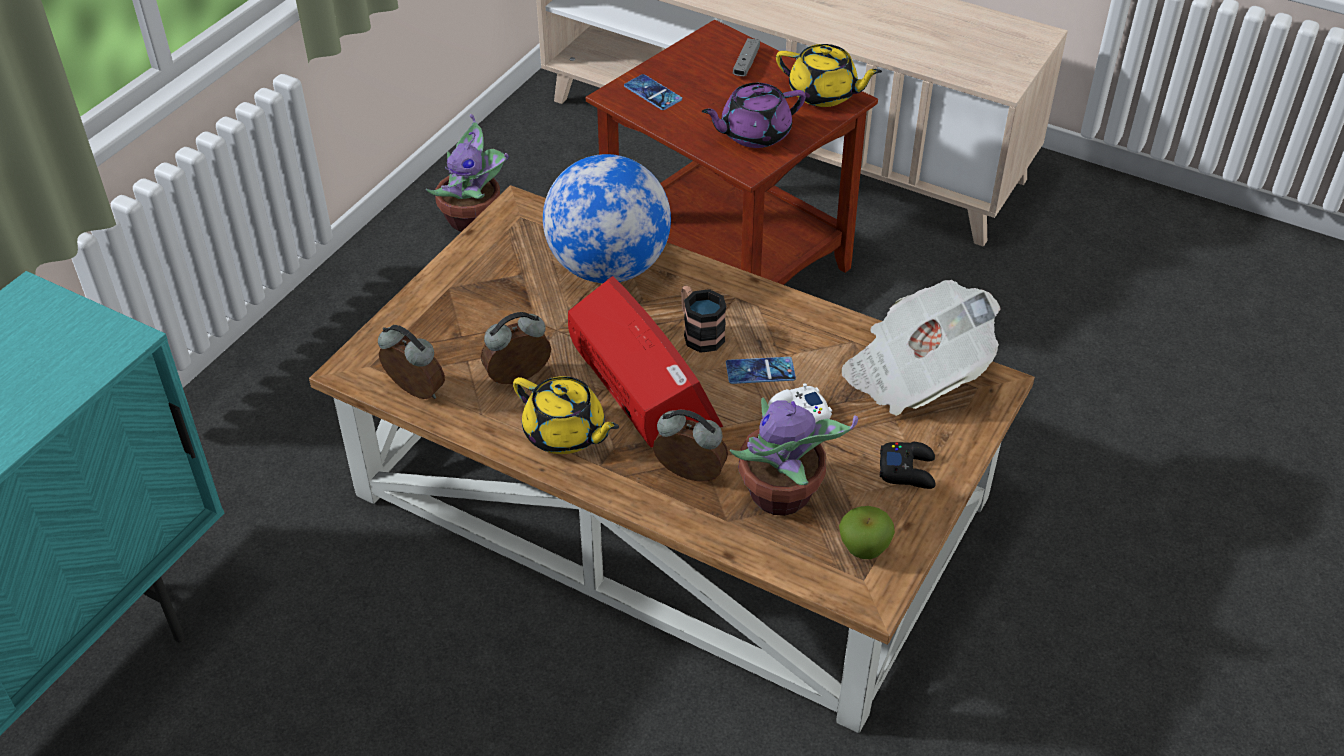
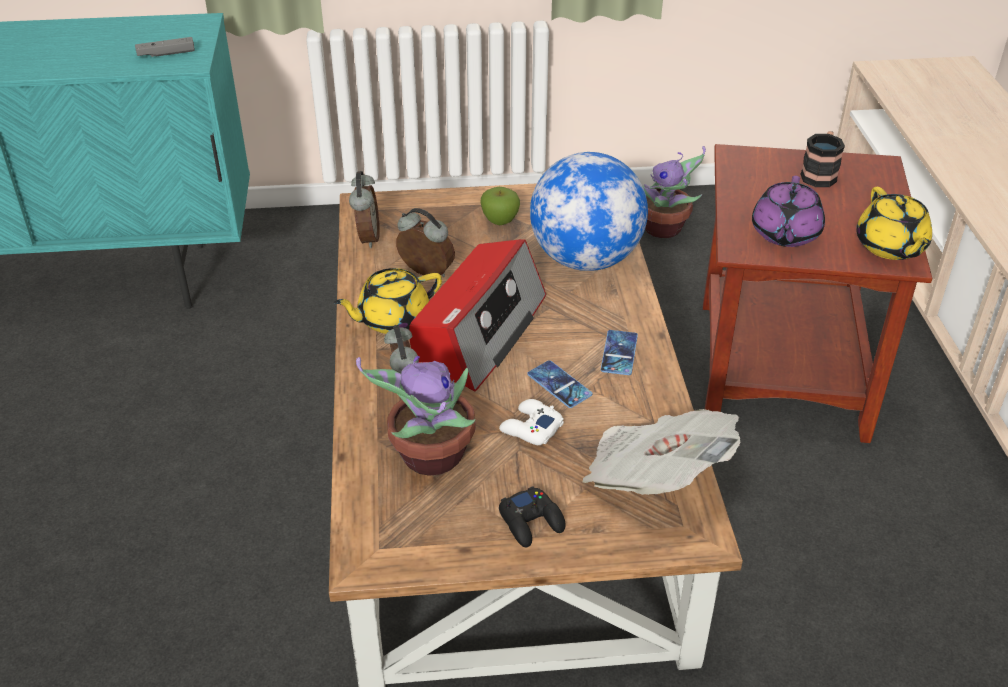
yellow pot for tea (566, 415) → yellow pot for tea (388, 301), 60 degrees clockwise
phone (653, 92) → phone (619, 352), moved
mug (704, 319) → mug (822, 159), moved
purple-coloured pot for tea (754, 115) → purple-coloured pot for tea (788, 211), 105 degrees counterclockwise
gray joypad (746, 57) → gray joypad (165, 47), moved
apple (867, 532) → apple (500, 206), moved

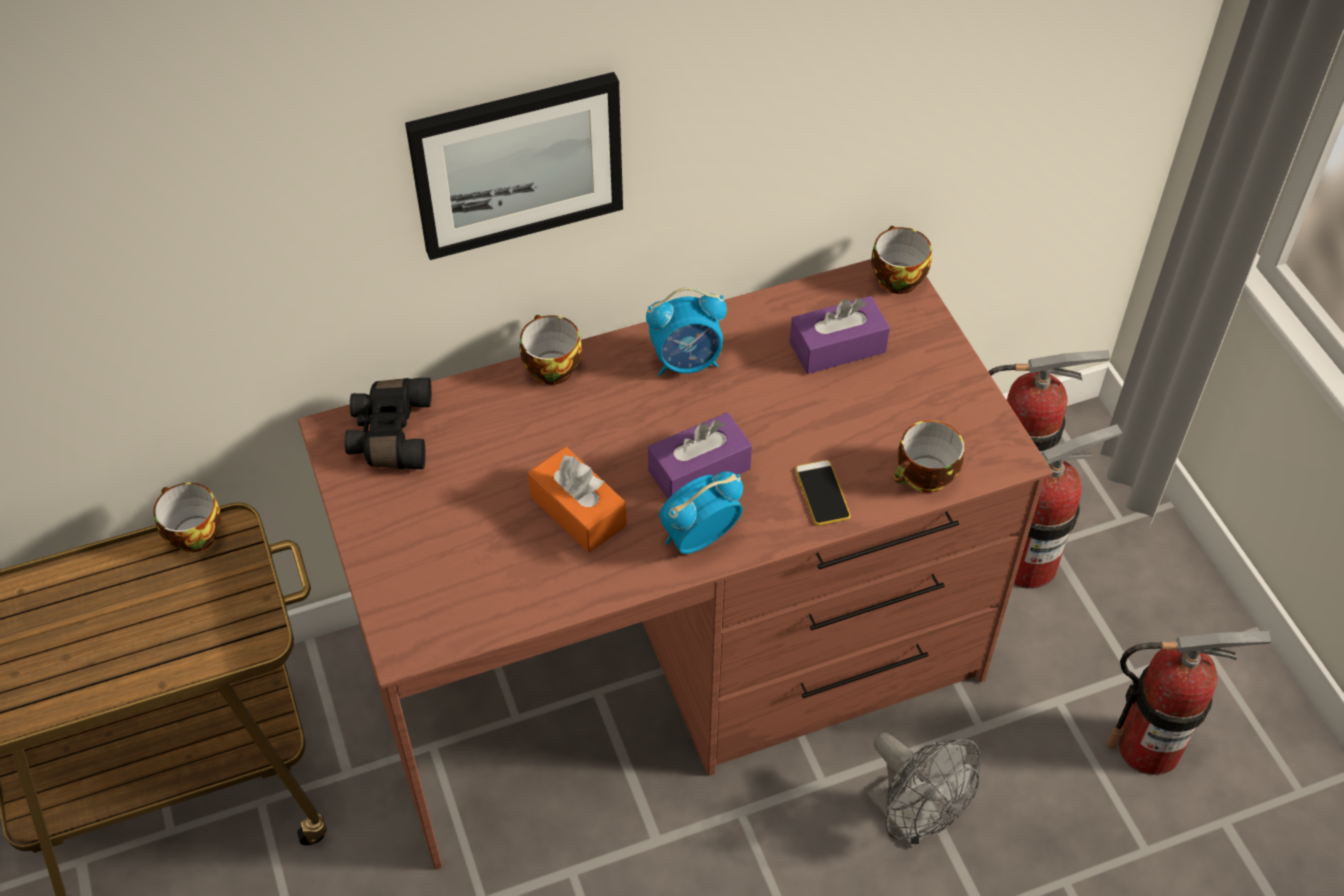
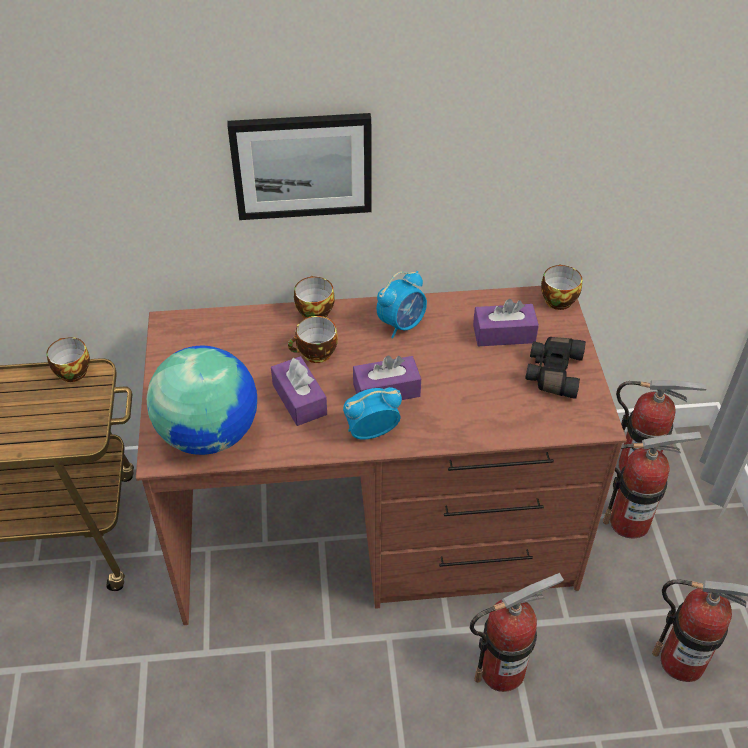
black binoculars (388, 423) → black binoculars (555, 368), moved
orange box of tissues (577, 499) → purple-coloured box of tissues (299, 391)
alarm clock (686, 331) → alarm clock (402, 305), 45 degrees counterclockwise
phone (823, 493) → -
gray fan (923, 790) → extinguisher (517, 632)
cup (929, 456) → cup (313, 339), moved
- → desk globe (202, 400)

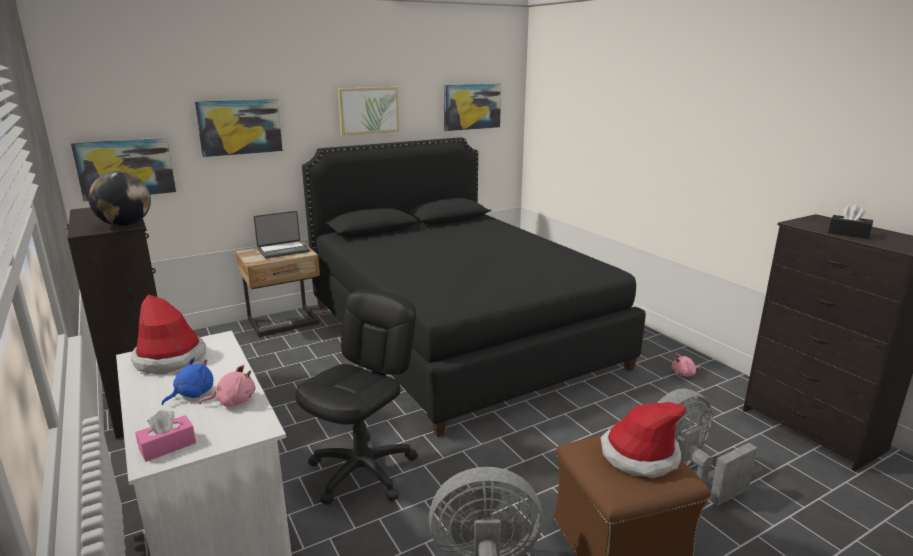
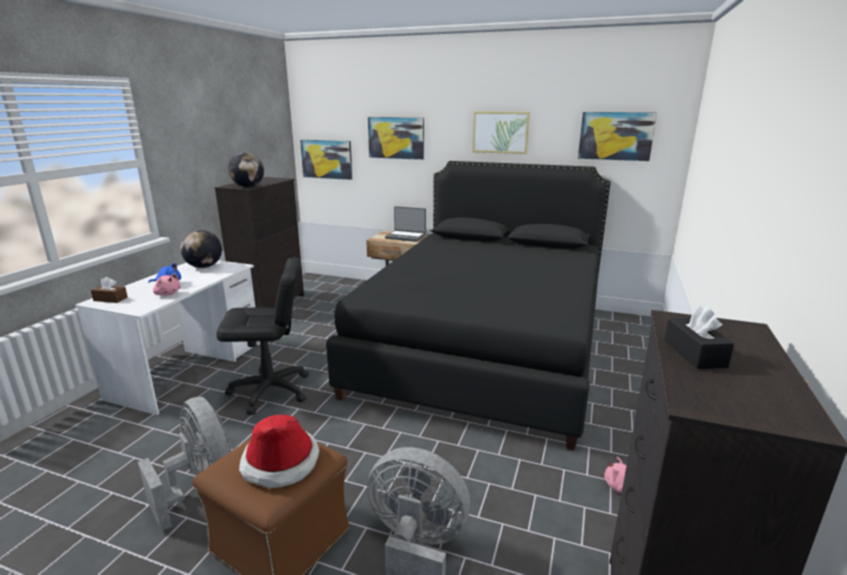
clothing hat (168, 334) → desk globe (201, 249)
pink-coloured box of tissues (165, 436) → brown-coloured box of tissues (109, 290)

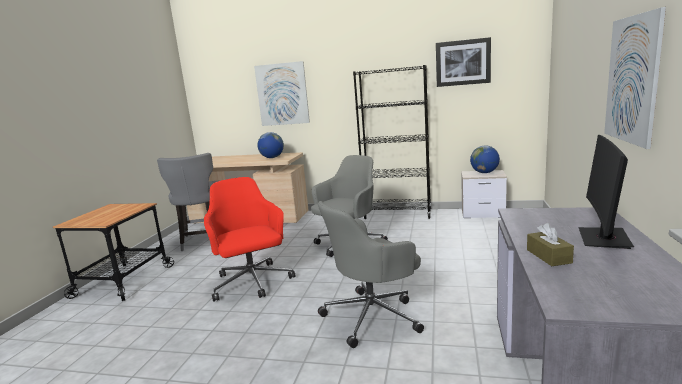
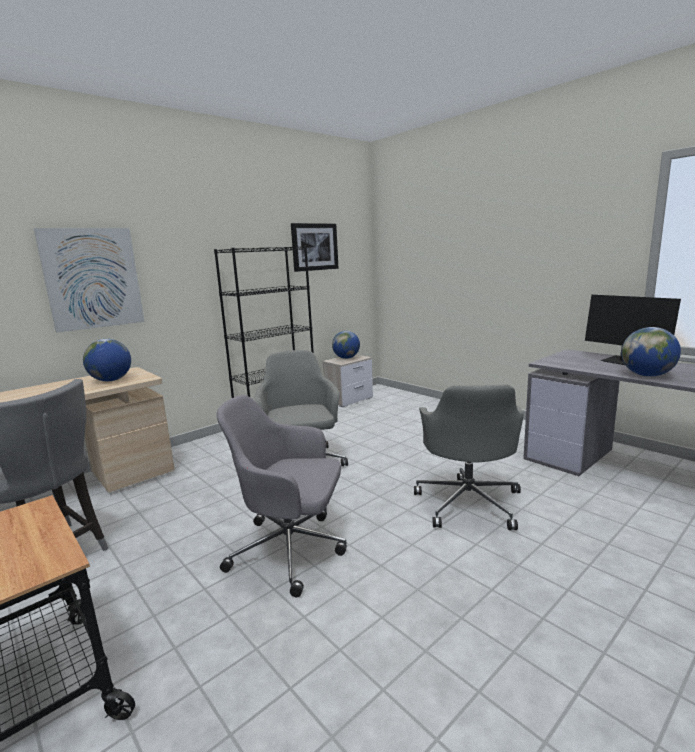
red-coloured computer chair (249, 239) → gray computer chair (282, 496)
brown-coloured box of tissues (550, 244) → desk globe (651, 352)
picture (635, 78) → -

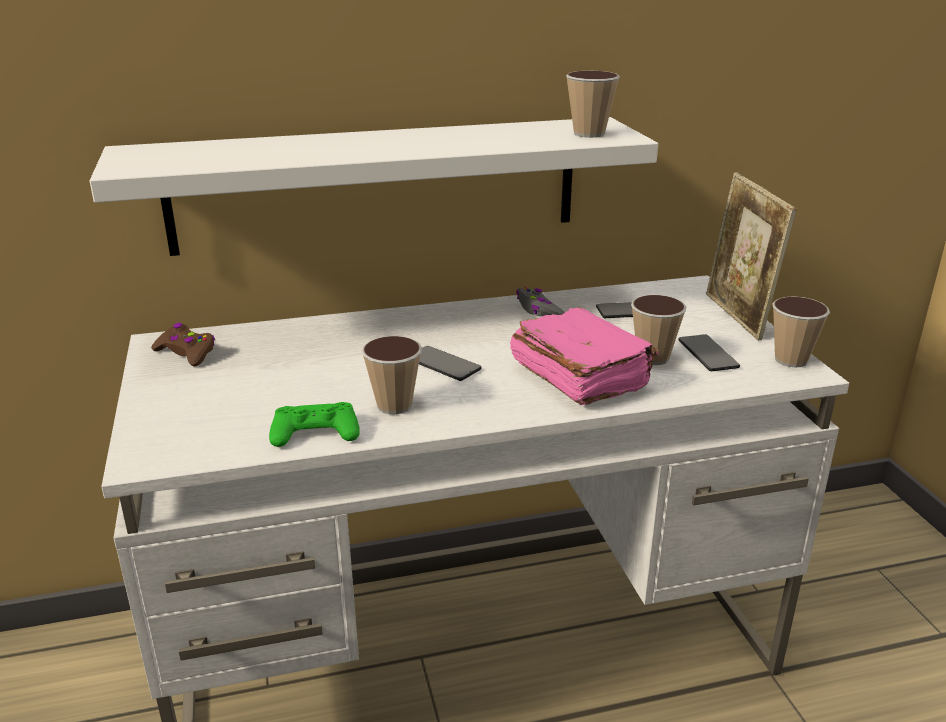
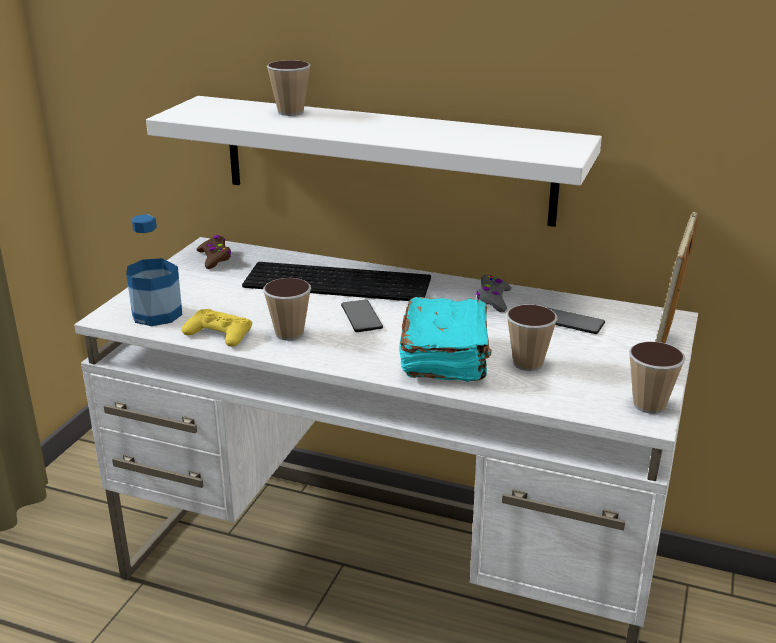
green-coloured joypad (314, 424) → yellow joypad (216, 328)
pink-coloured book (584, 356) → turquoise-coloured book (445, 339)
cup (593, 104) → cup (289, 88), moved
phone (709, 352) → -
- → bottle (154, 270)
- → PC keyboard (336, 281)

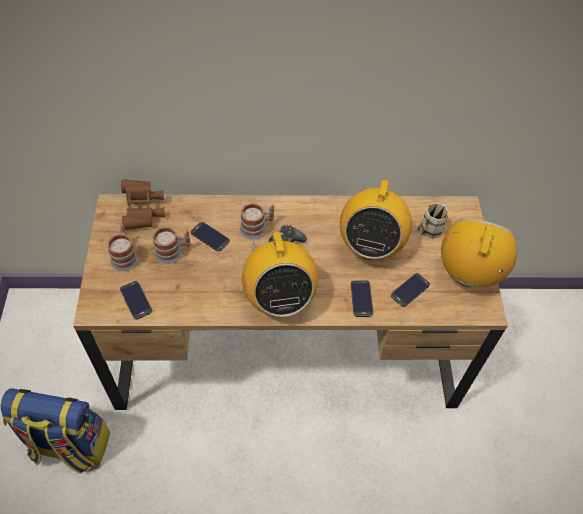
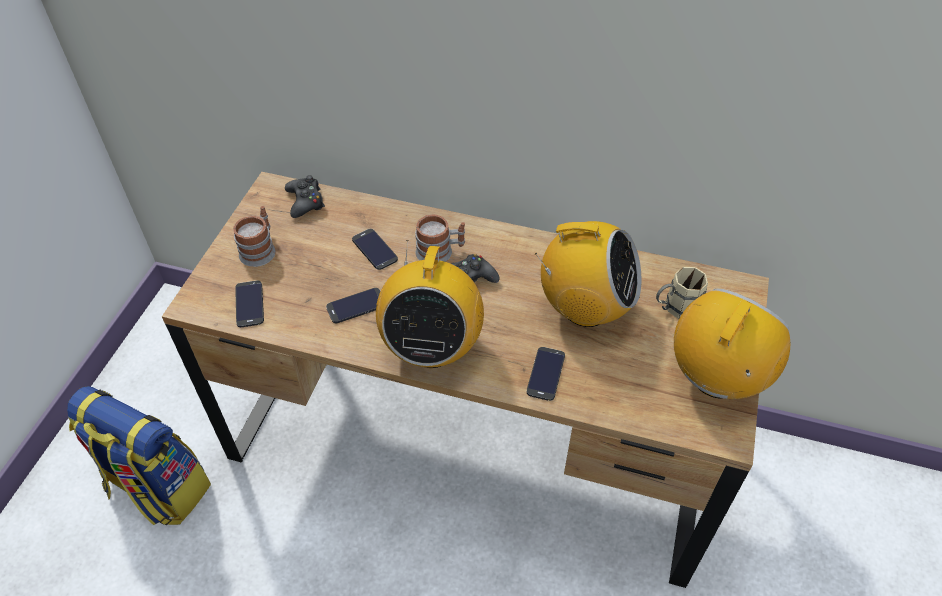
brown-coloured binoculars (143, 204) → black joypad (305, 196)
mug (171, 245) → -
radio (376, 218) → radio (588, 274), 105 degrees counterclockwise
phone (410, 290) → phone (353, 305), moved

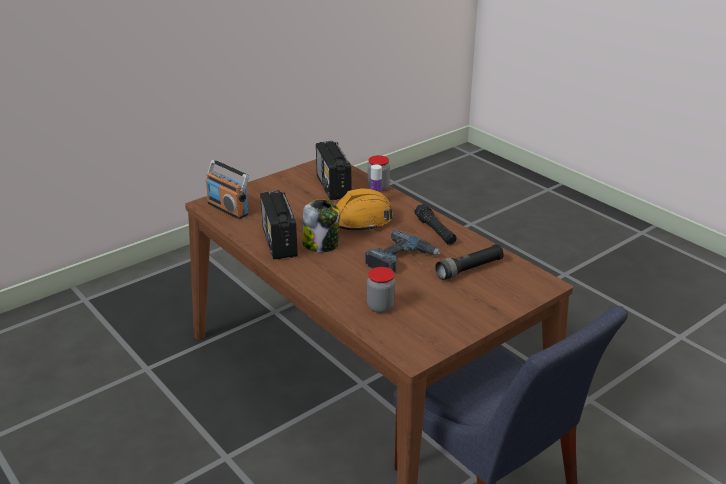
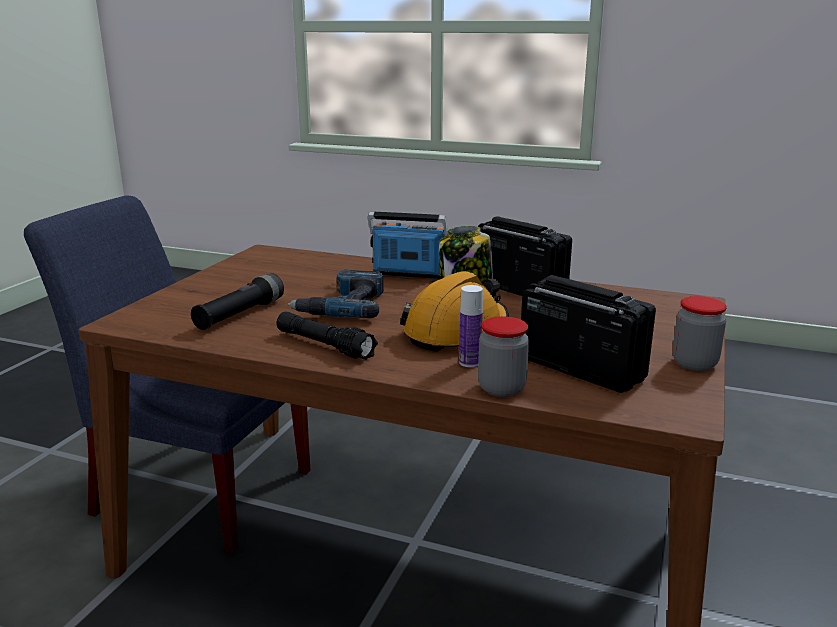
radio (227, 189) → radio (407, 245), moved
jar (381, 290) → jar (700, 333), moved

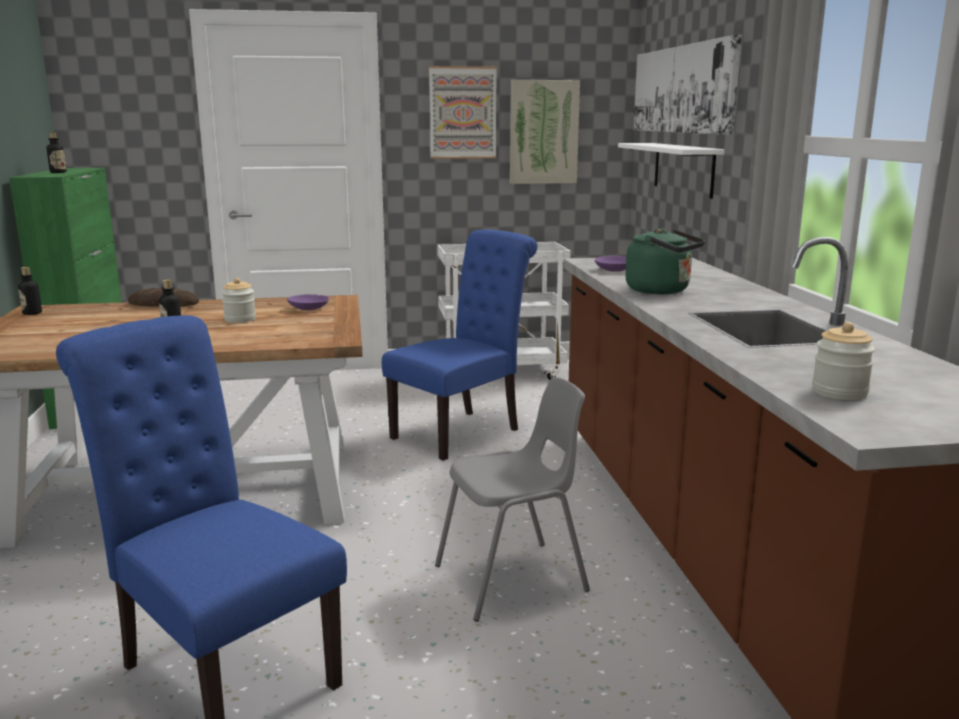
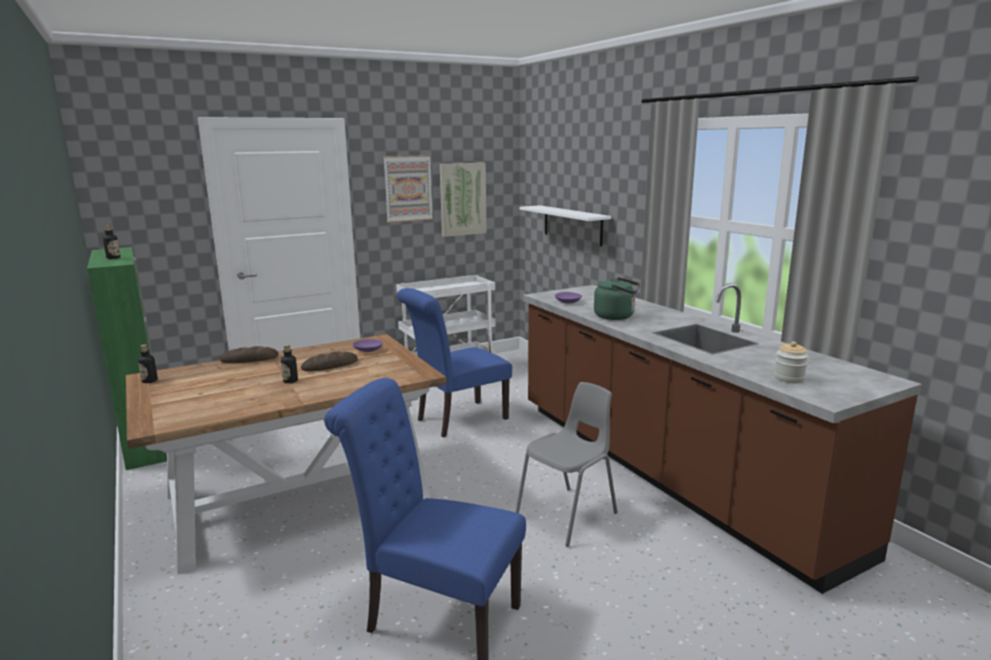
jar (239, 300) → bread (329, 361)
blue-coloured chair (459, 345) → blue-coloured chair (454, 362), 150 degrees counterclockwise
picture (687, 84) → -

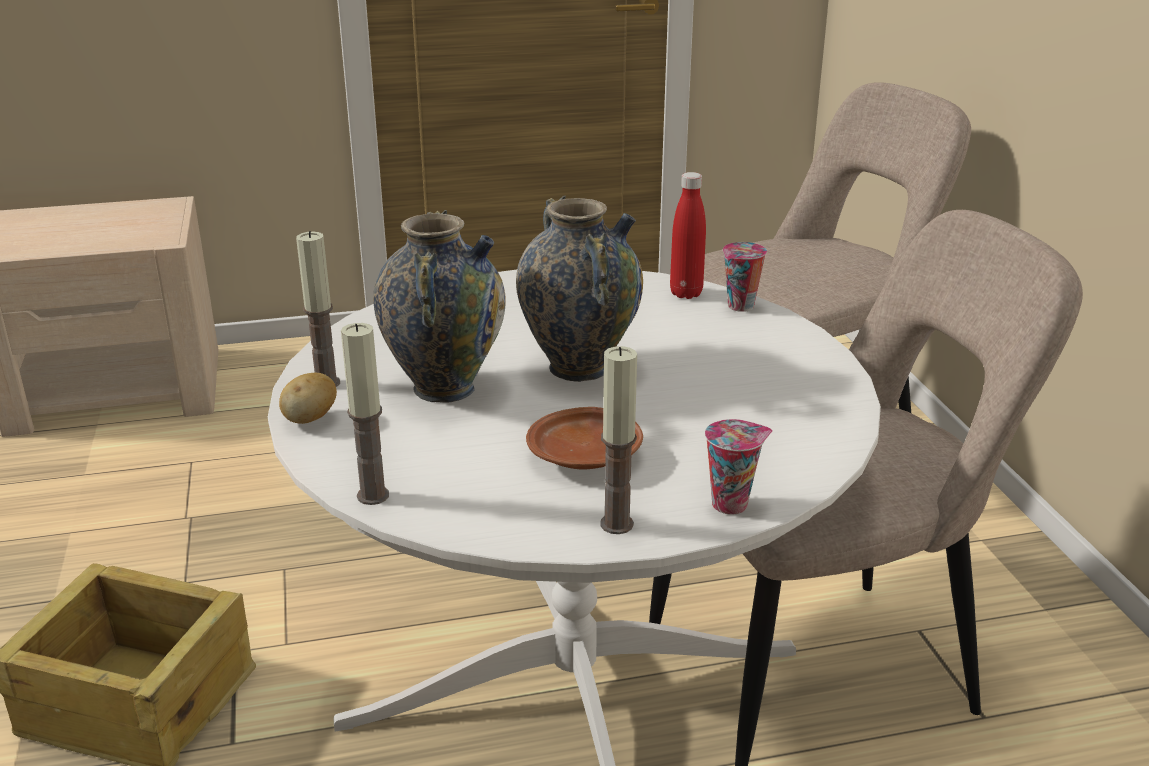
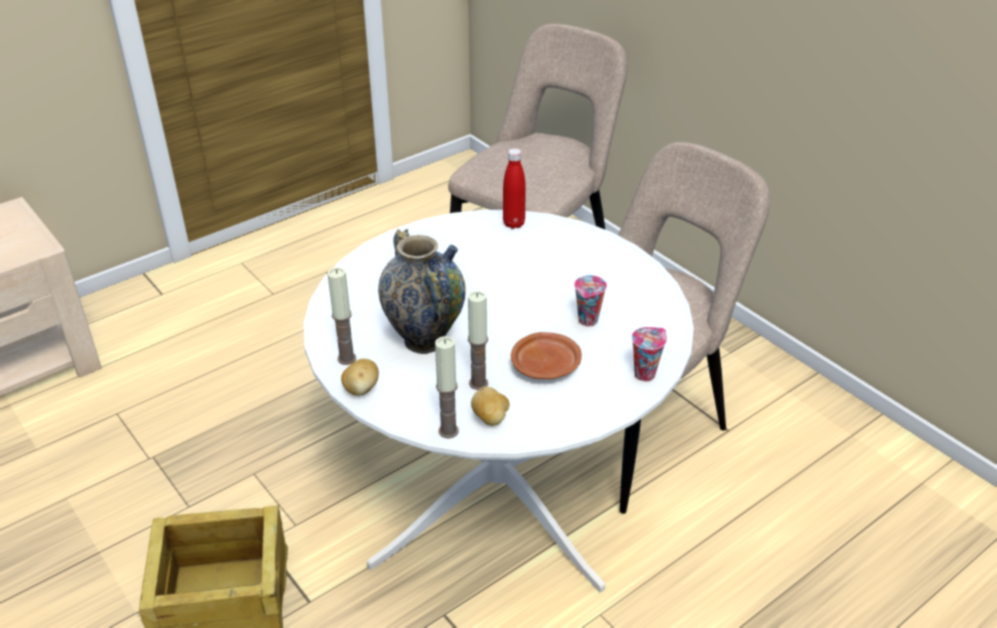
decorative vase (579, 289) → -
wax light (618, 440) → wax light (478, 340), moved
cup (745, 277) → cup (590, 301), moved
- → spud (490, 406)

